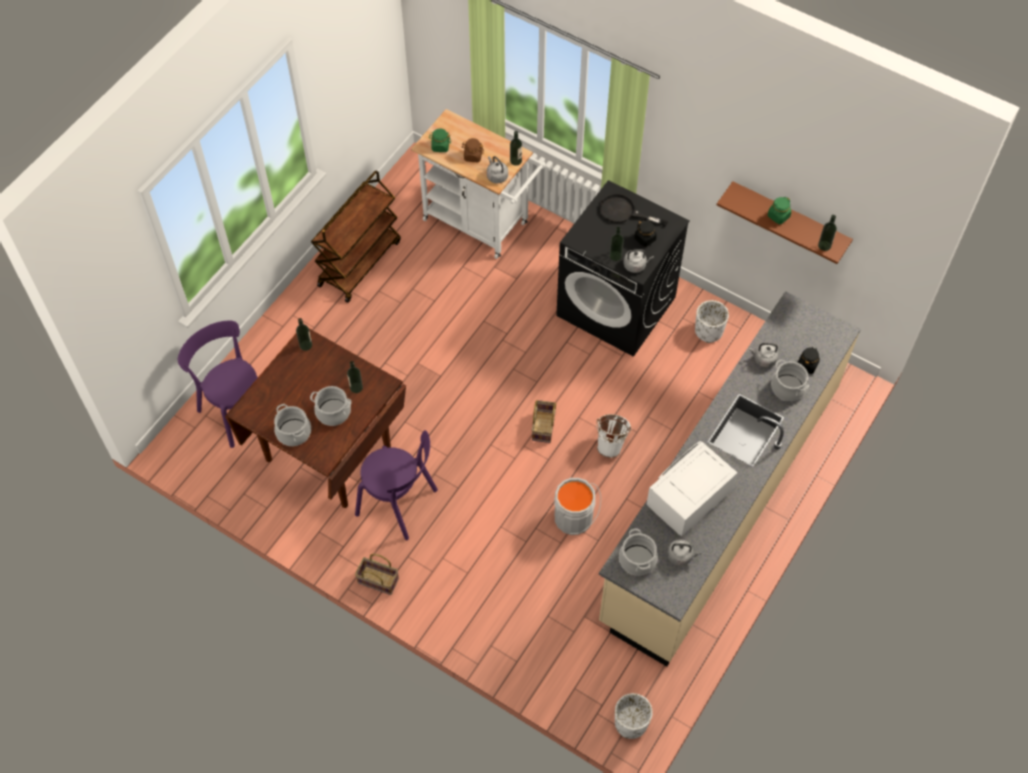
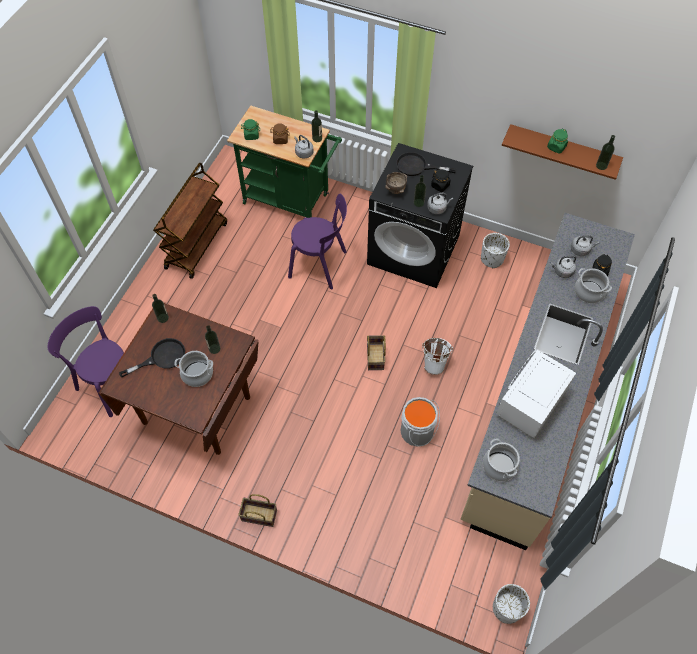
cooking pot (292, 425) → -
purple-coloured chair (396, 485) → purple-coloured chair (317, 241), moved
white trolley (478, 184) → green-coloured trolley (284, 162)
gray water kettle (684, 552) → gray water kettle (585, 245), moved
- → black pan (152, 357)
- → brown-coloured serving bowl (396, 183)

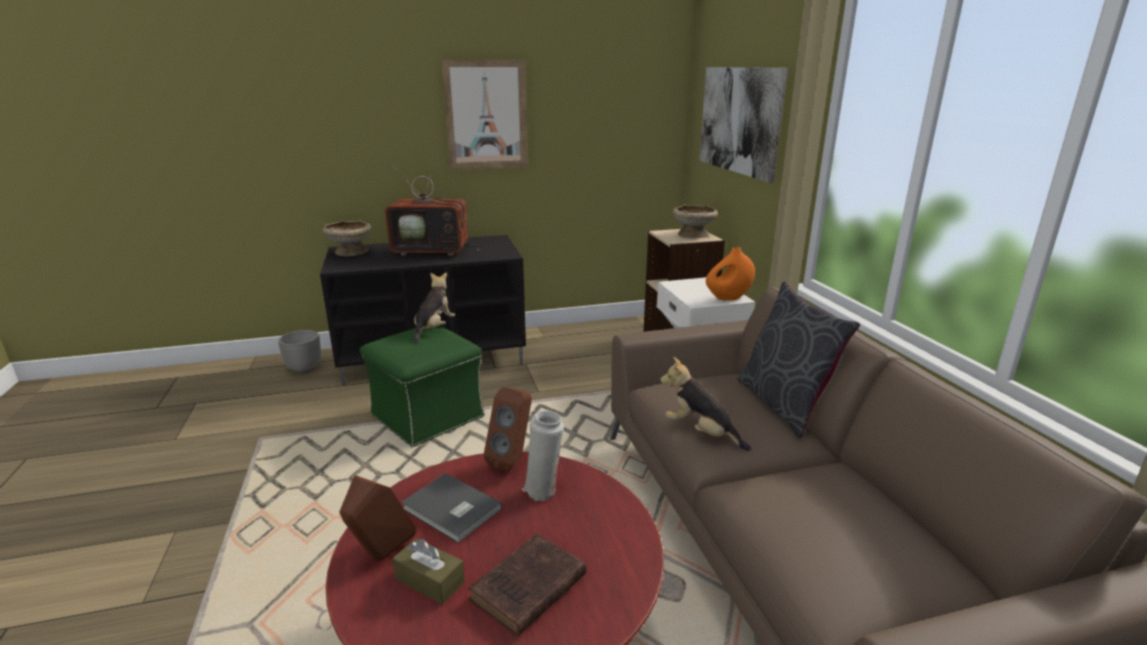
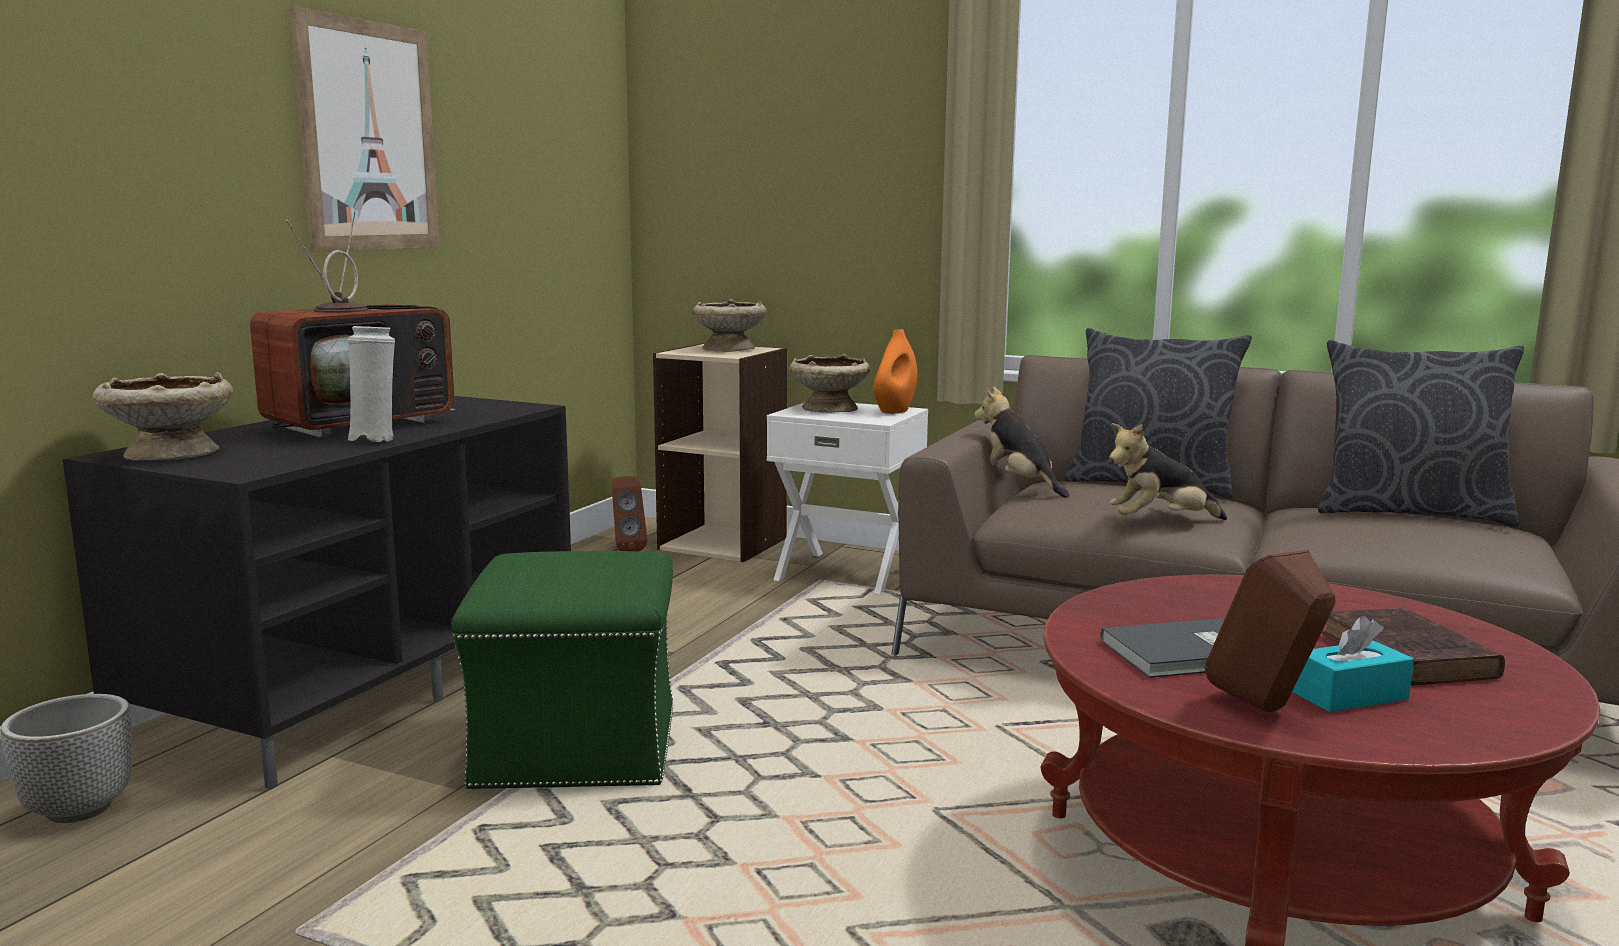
brown-coloured box of tissues (428, 571) → turquoise-coloured box of tissues (1353, 663)
plush toy (434, 308) → plush toy (1021, 442), moved
brown-coloured loudspeaker (508, 430) → brown-coloured loudspeaker (629, 513), moved
white decorative vase (543, 456) → white decorative vase (371, 384), moved
picture (743, 125) → -
- → beige-coloured serving bowl (829, 383)
- → gray pillow (1421, 433)

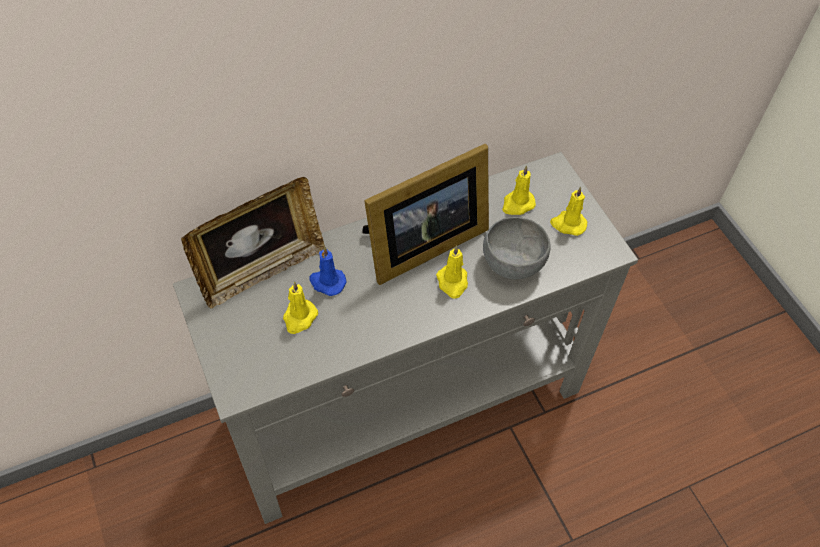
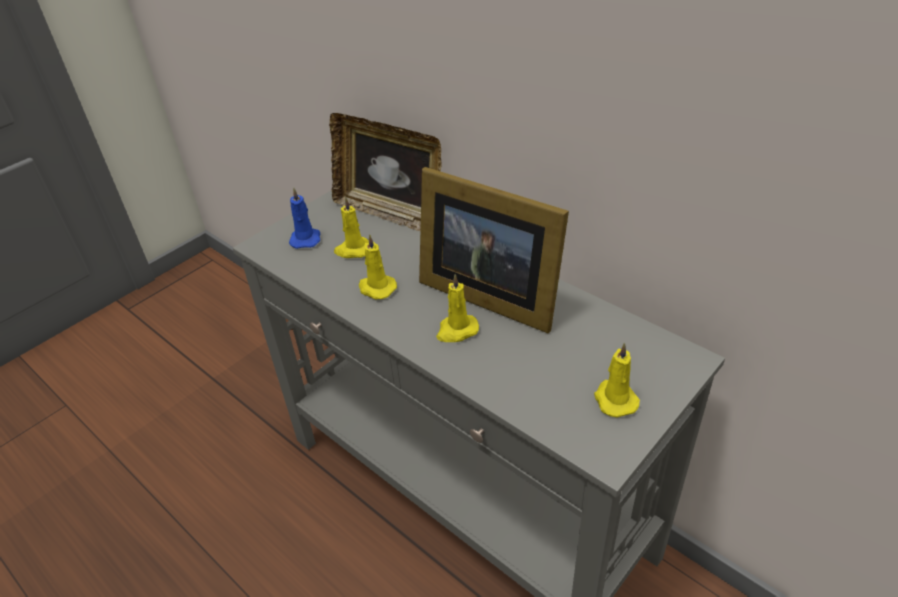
blue-coloured wax light (328, 271) → blue-coloured wax light (304, 218), moved
gray serving bowl (517, 248) → -
yellow wax light (519, 190) → yellow wax light (378, 266), moved

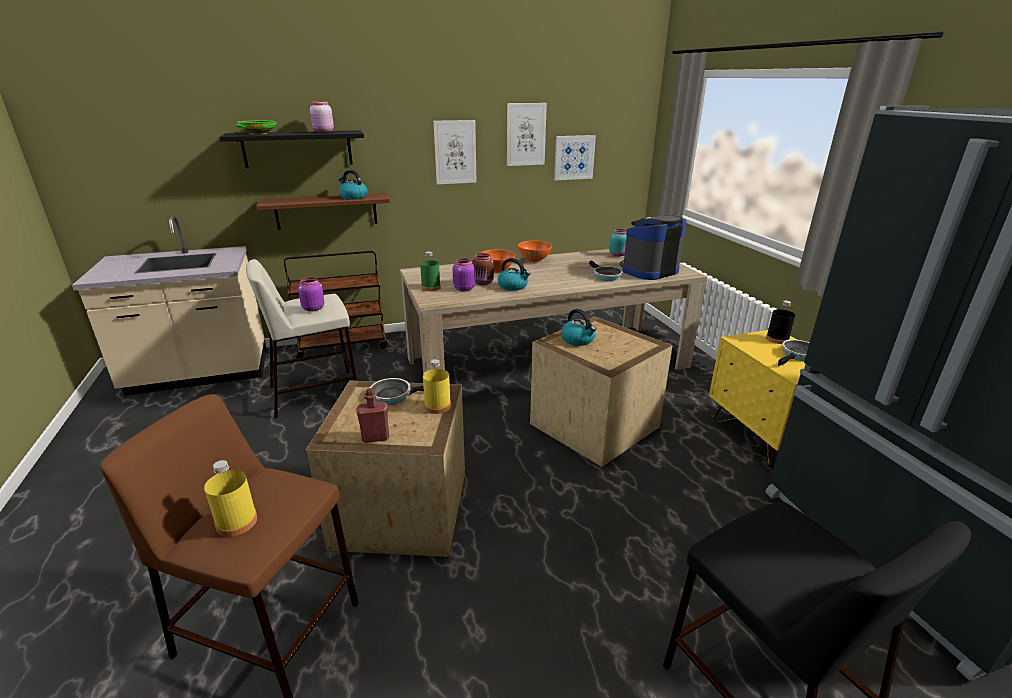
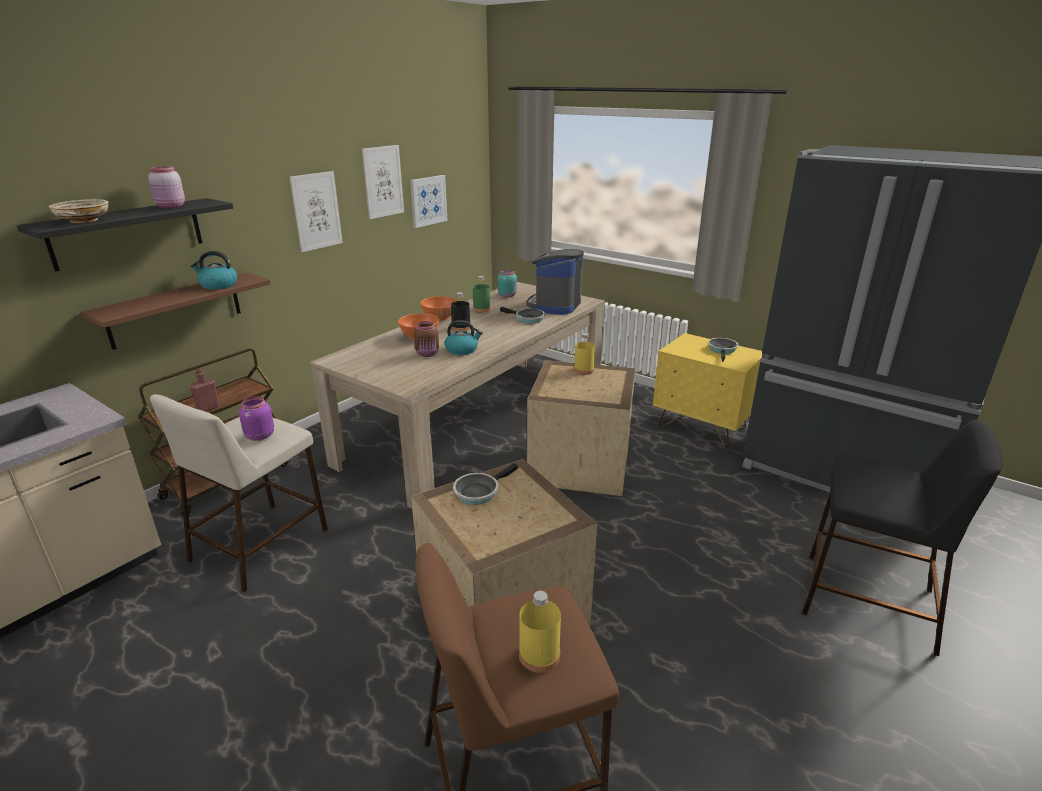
green-coloured serving bowl (256, 127) → beige-coloured serving bowl (79, 211)
red-coloured bottle (372, 415) → red-coloured bottle (205, 390), moved
green-coloured bottle (430, 271) → green-coloured bottle (482, 294), moved
yellow bottle (437, 386) → yellow bottle (584, 354), moved
purple-coloured jar (464, 275) → -
water kettle (578, 327) → -
black bottle (781, 322) → black bottle (460, 311), moved

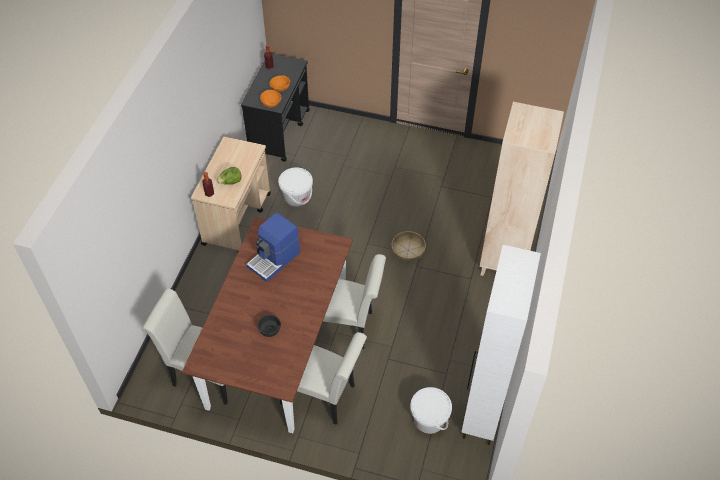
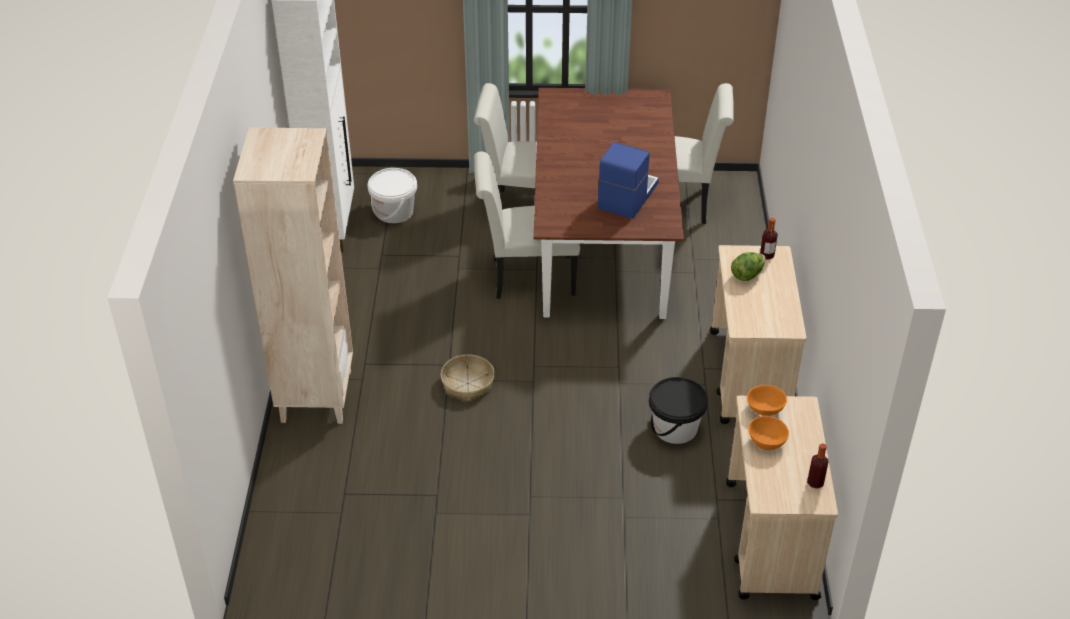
black trolley (275, 108) → beige-coloured trolley (782, 498)
black serving bowl (269, 326) → -
white water bucket (295, 187) → black water bucket (678, 410)

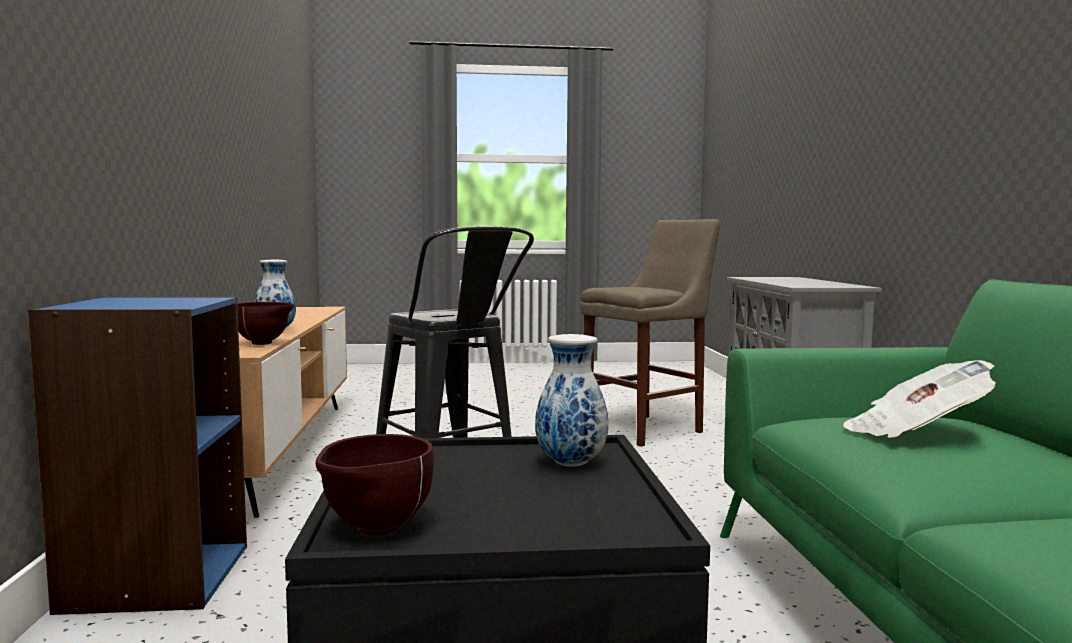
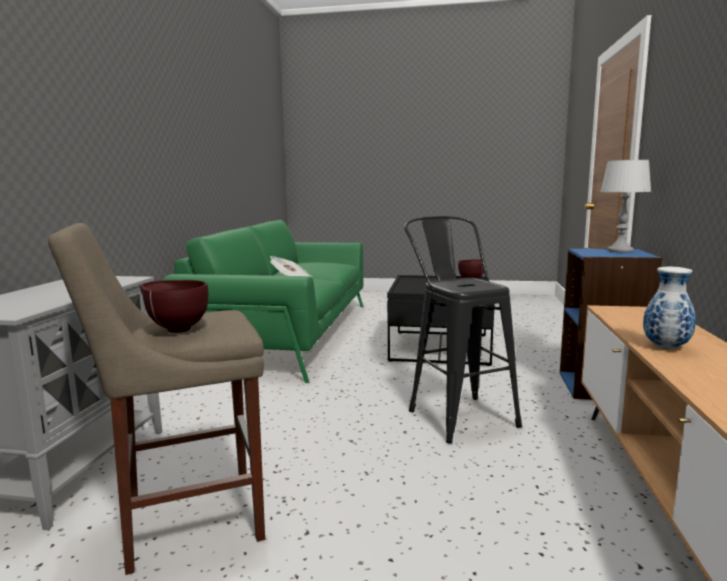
brown-coloured serving bowl (265, 323) → brown-coloured serving bowl (174, 306), moved
decorative vase (571, 400) → -
- → gray lamp for a table (625, 206)

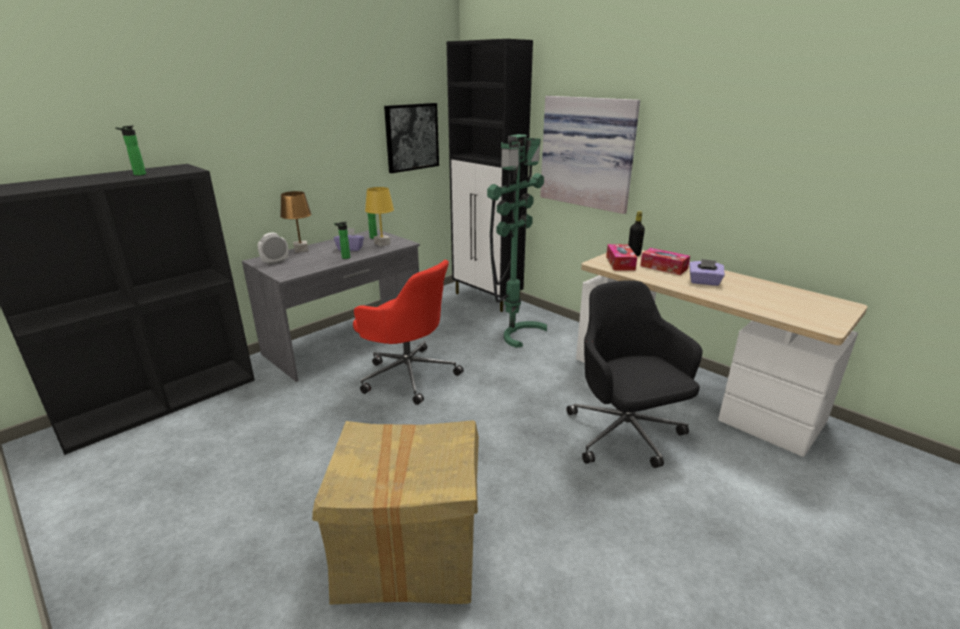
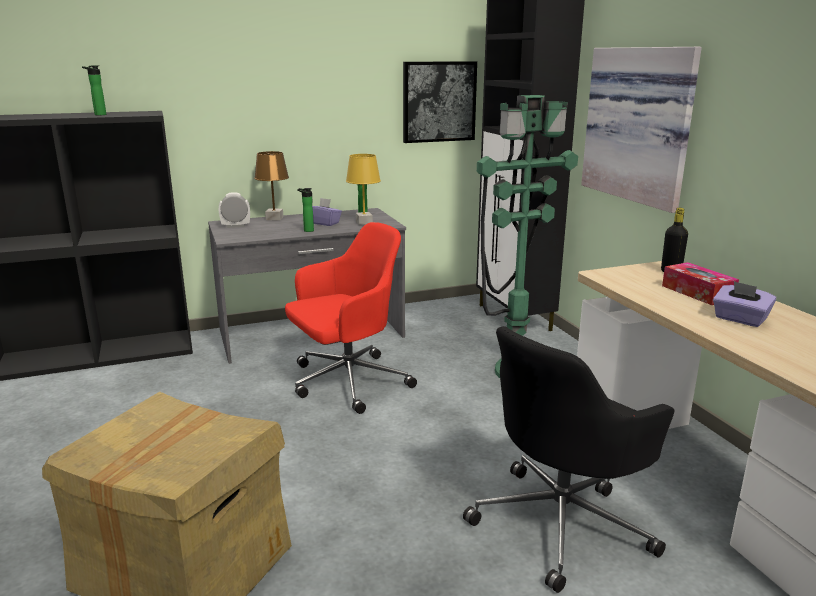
red-coloured computer chair (408, 332) → red-coloured computer chair (351, 318), 90 degrees counterclockwise
black computer chair (634, 374) → black computer chair (568, 459), 135 degrees counterclockwise
box of tissues (621, 257) → -

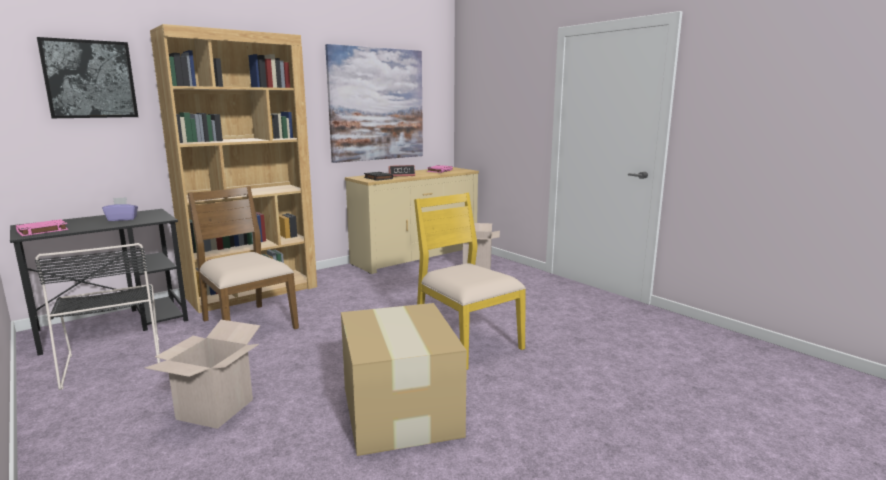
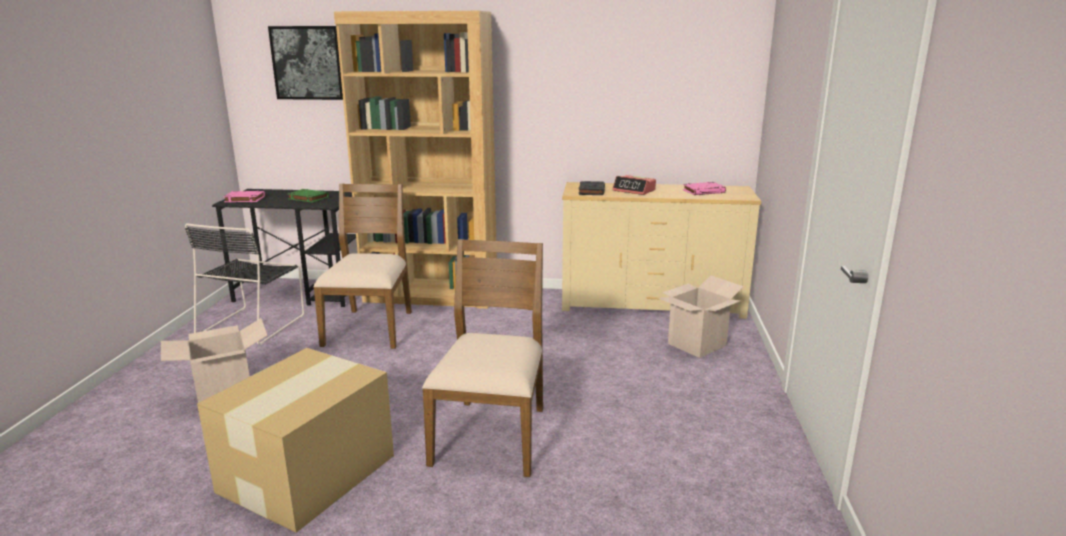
purple-coloured box of tissues (120, 209) → green-coloured book (308, 196)
picture (374, 103) → -
yellow chair (470, 281) → brown-coloured chair (482, 358)

